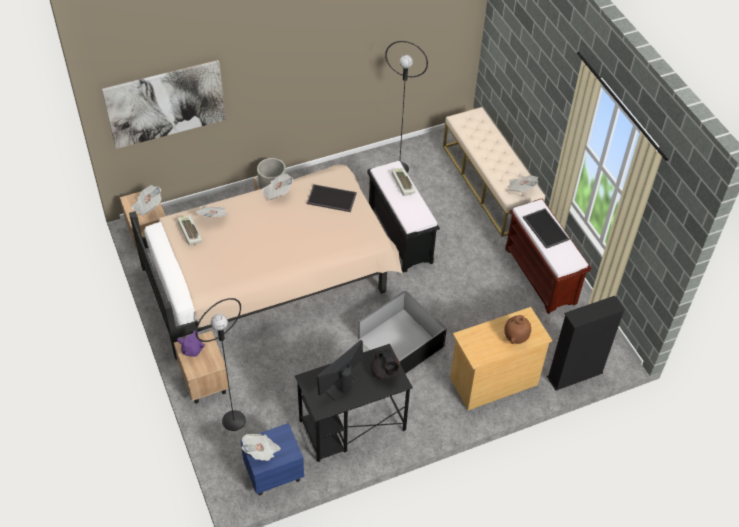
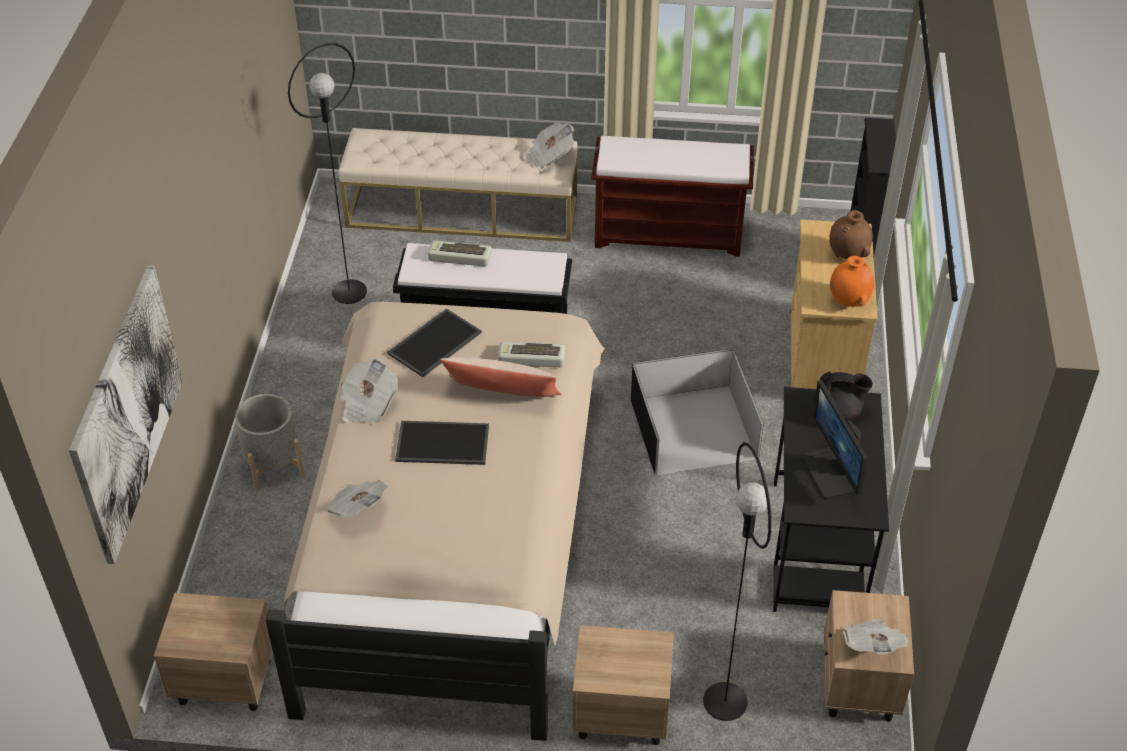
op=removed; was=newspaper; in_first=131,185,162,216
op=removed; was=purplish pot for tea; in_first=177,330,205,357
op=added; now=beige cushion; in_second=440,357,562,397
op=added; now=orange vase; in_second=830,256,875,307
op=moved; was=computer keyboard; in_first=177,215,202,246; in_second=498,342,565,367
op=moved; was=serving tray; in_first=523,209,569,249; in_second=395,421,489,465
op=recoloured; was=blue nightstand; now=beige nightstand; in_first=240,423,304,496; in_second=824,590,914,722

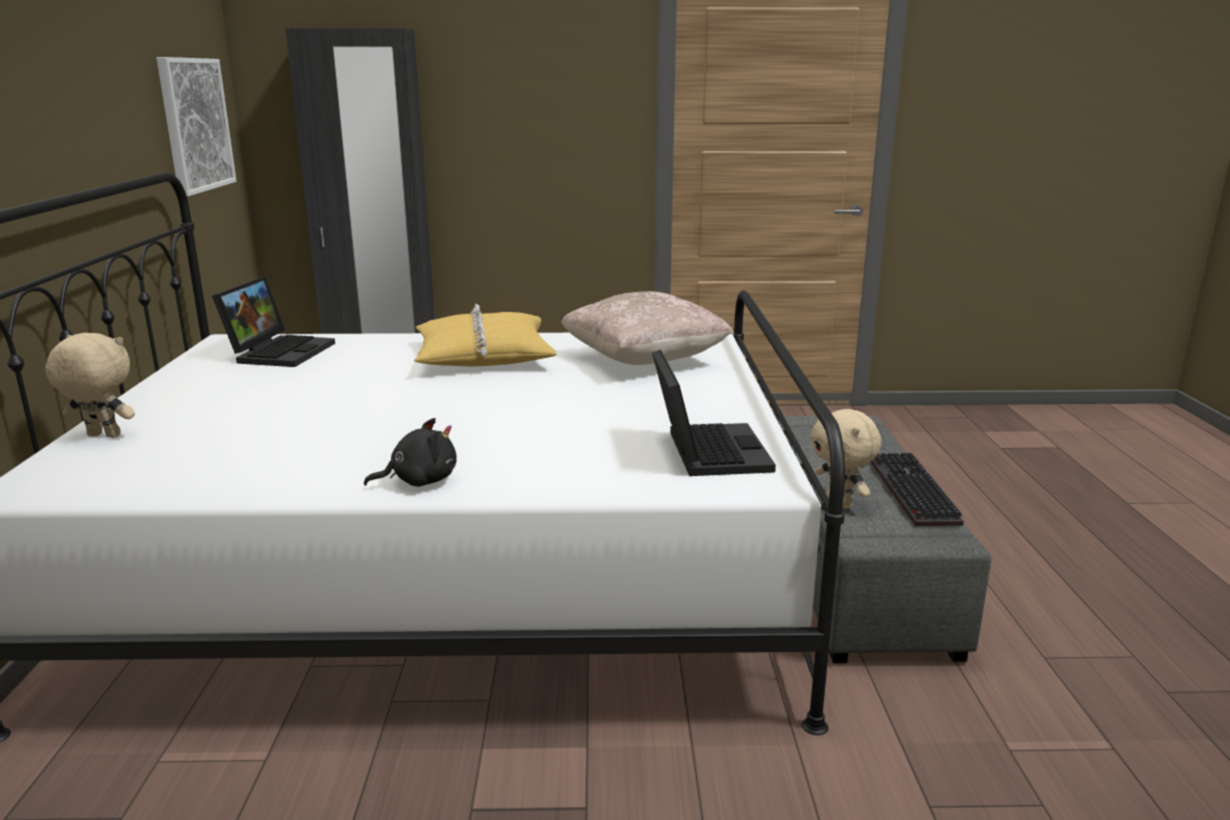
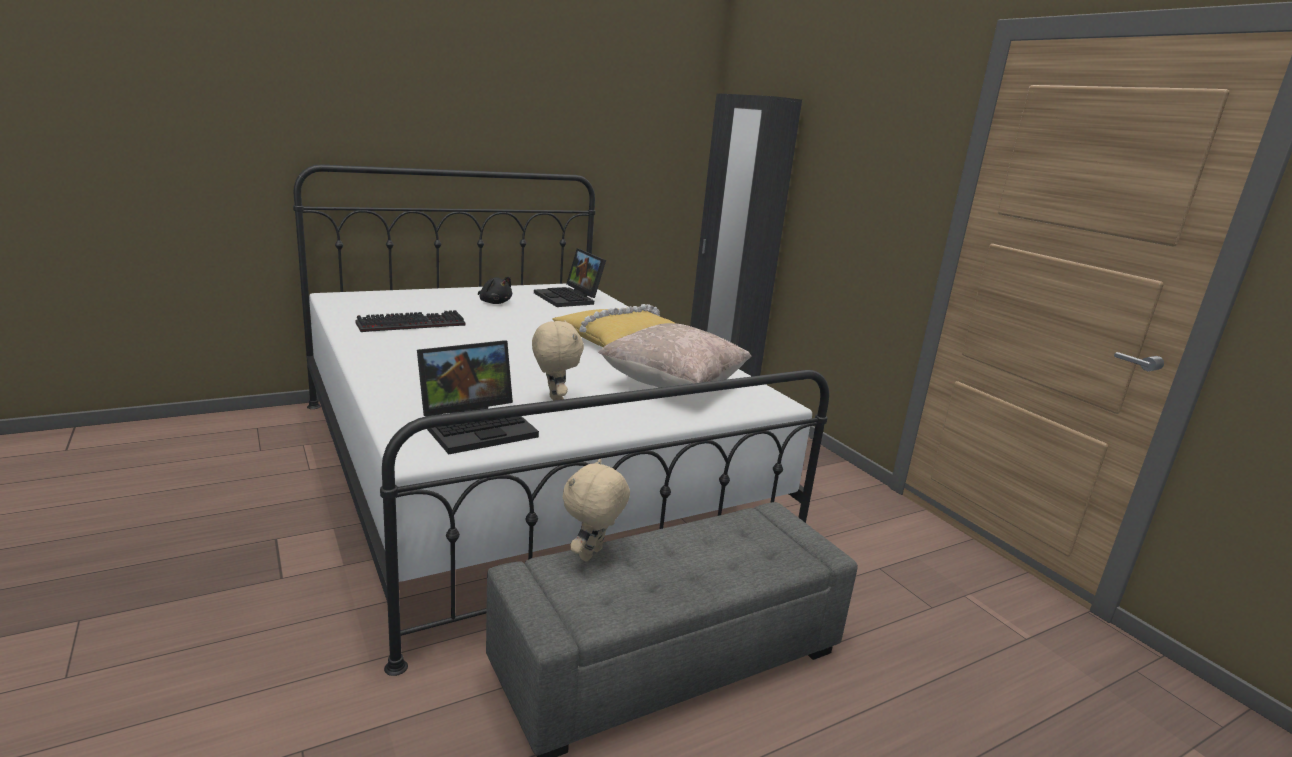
op=removed; was=wall art; in_first=157,57,236,196
op=moved; was=beige plush toy; in_first=45,333,135,438; in_second=532,320,584,401
op=moved; was=black plush toy; in_first=364,418,457,487; in_second=478,277,512,304
op=moved; was=computer keyboard; in_first=871,453,964,526; in_second=355,310,466,332
op=turned; was=portable computer; in_first=212,276,335,367; in_second=534,248,606,307; clockwise=75

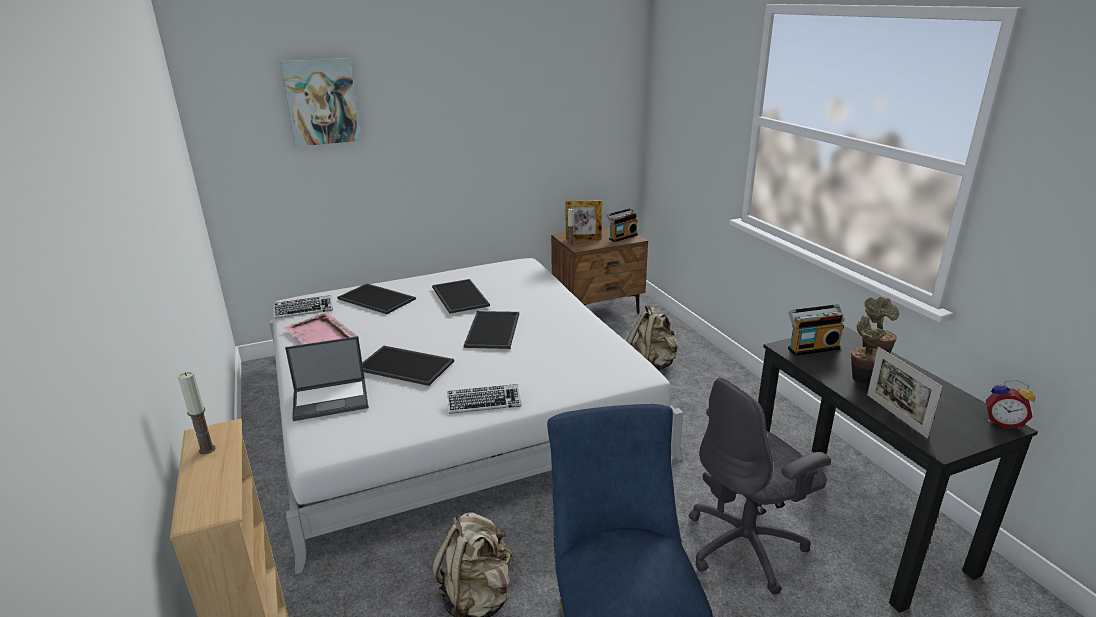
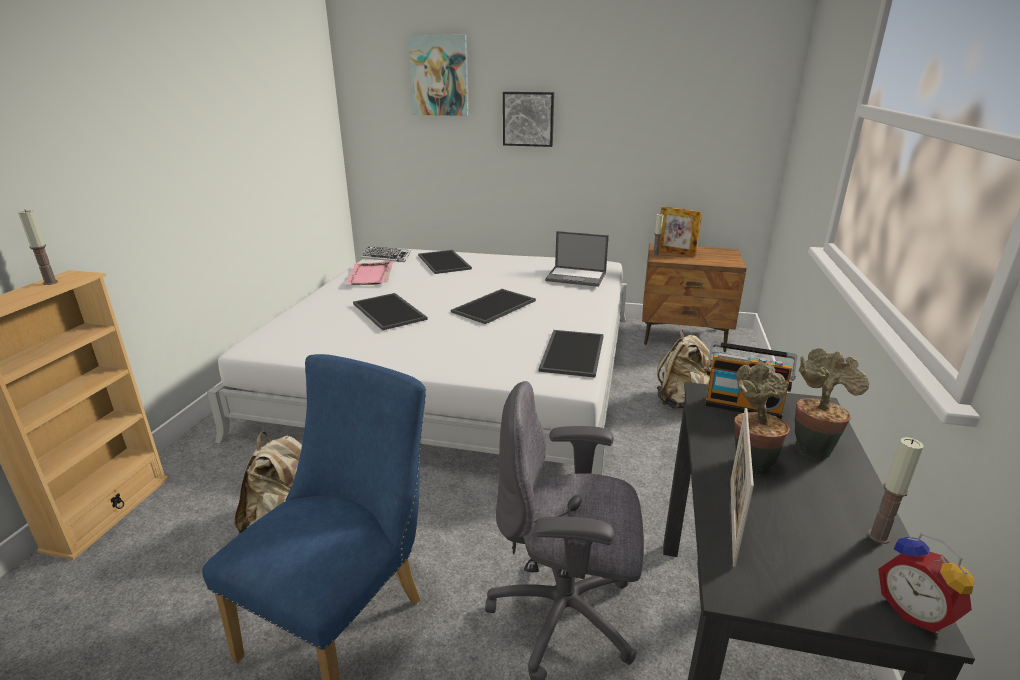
op=removed; was=computer keyboard; in_first=447,384,521,414
op=removed; was=radio receiver; in_first=607,208,638,242
op=added; now=wall art; in_second=503,92,554,147
op=added; now=wax candle; in_second=868,437,924,544
op=moved; was=portable computer; in_first=285,336,369,421; in_second=545,231,609,287
op=moved; was=serving tray; in_first=432,279,490,314; in_second=538,330,604,378

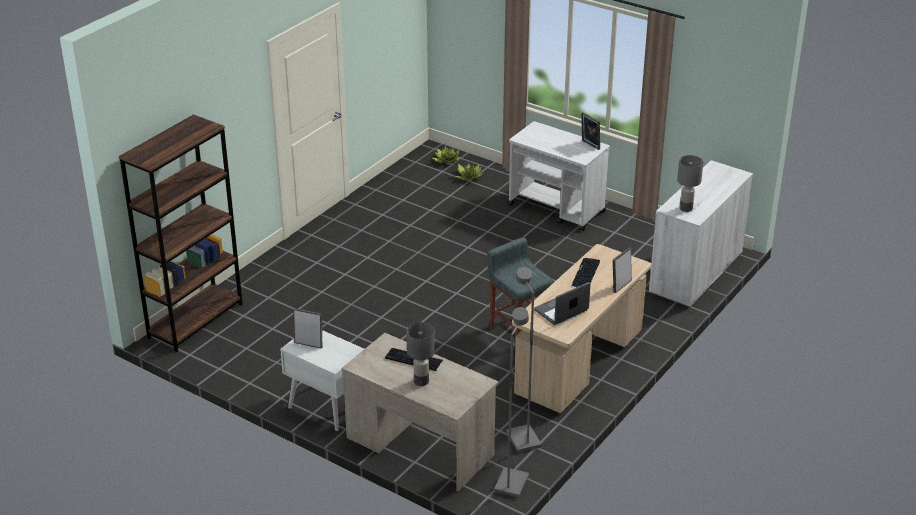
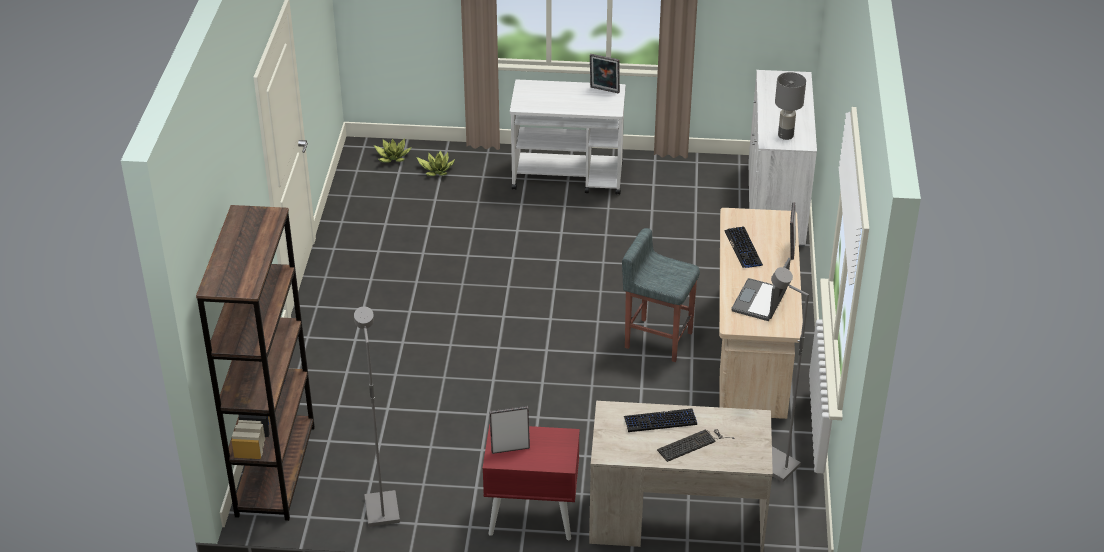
op=moved; was=gray standing lamp; in_first=494,307,529,498; in_second=354,307,400,527
op=replaced; was=gray lamp for a table; now=computer keyboard; in_first=406,322,435,386; in_second=657,429,735,462
op=recoloured; was=whitish nightstand; now=red nightstand; in_first=280,330,364,431; in_second=482,424,580,540

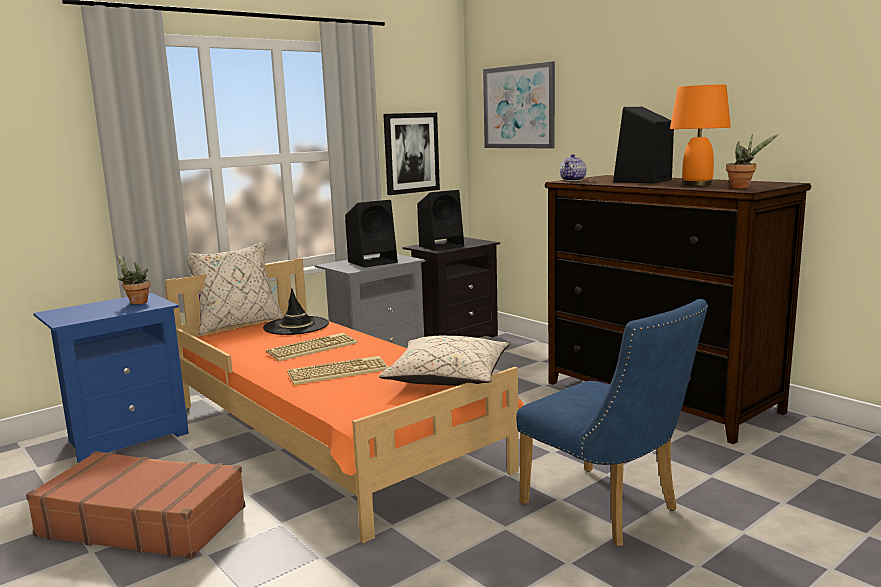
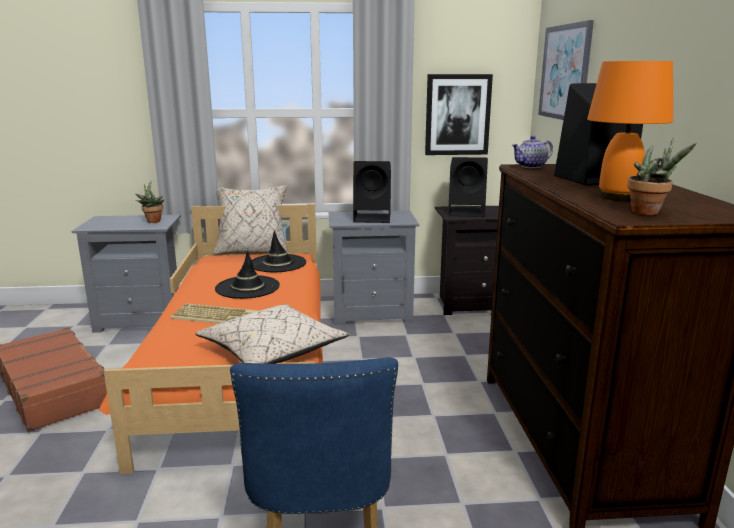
op=replaced; was=computer keyboard; now=black clothing hat; in_first=266,333,357,361; in_second=215,250,280,299
op=recoloured; was=blue nightstand; now=gray nightstand; in_first=33,293,189,463; in_second=71,215,181,333

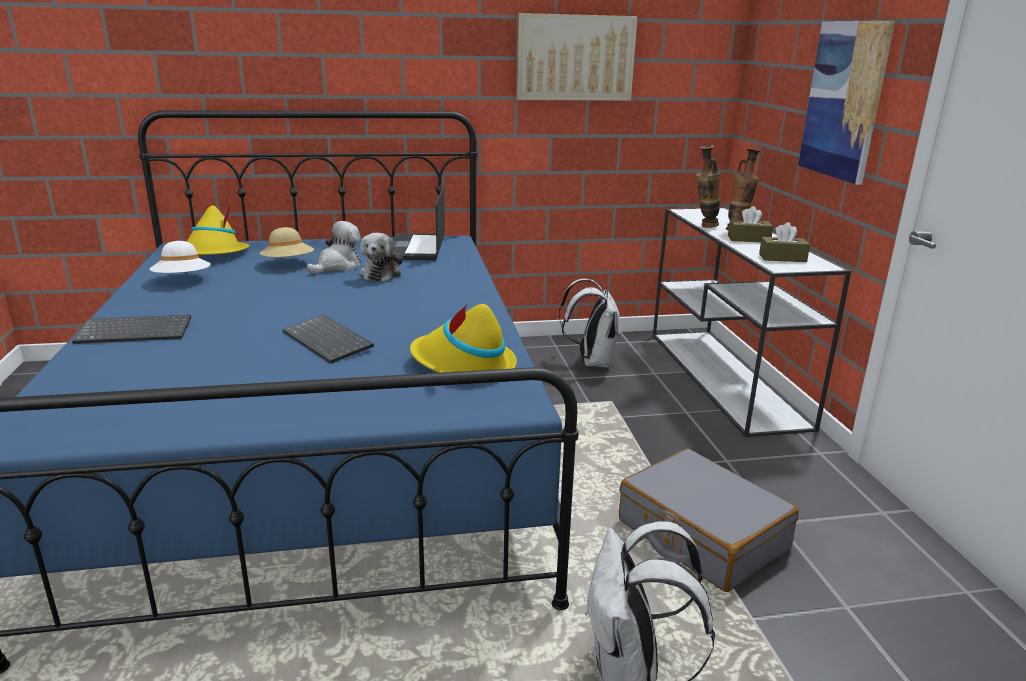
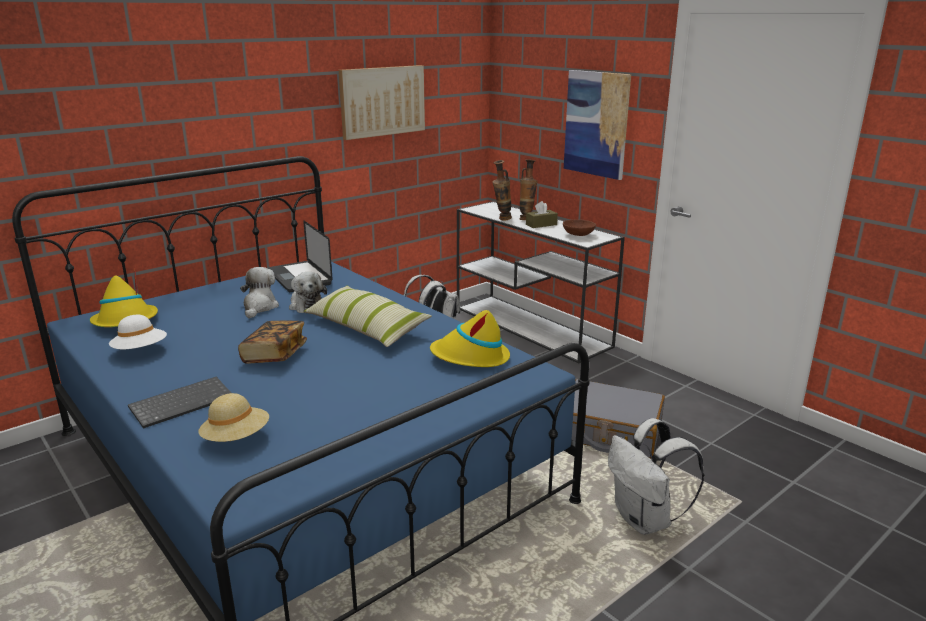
op=removed; was=computer keyboard; in_first=282,315,374,364
op=added; now=bound book; in_second=238,321,307,364
op=added; now=cushion; in_second=304,286,432,347
op=moved; was=beige clothing hat; in_first=260,227,314,258; in_second=198,393,269,442
op=replaced; was=brown-coloured box of tissues; now=brown-coloured bowl; in_first=759,222,810,262; in_second=563,219,596,236

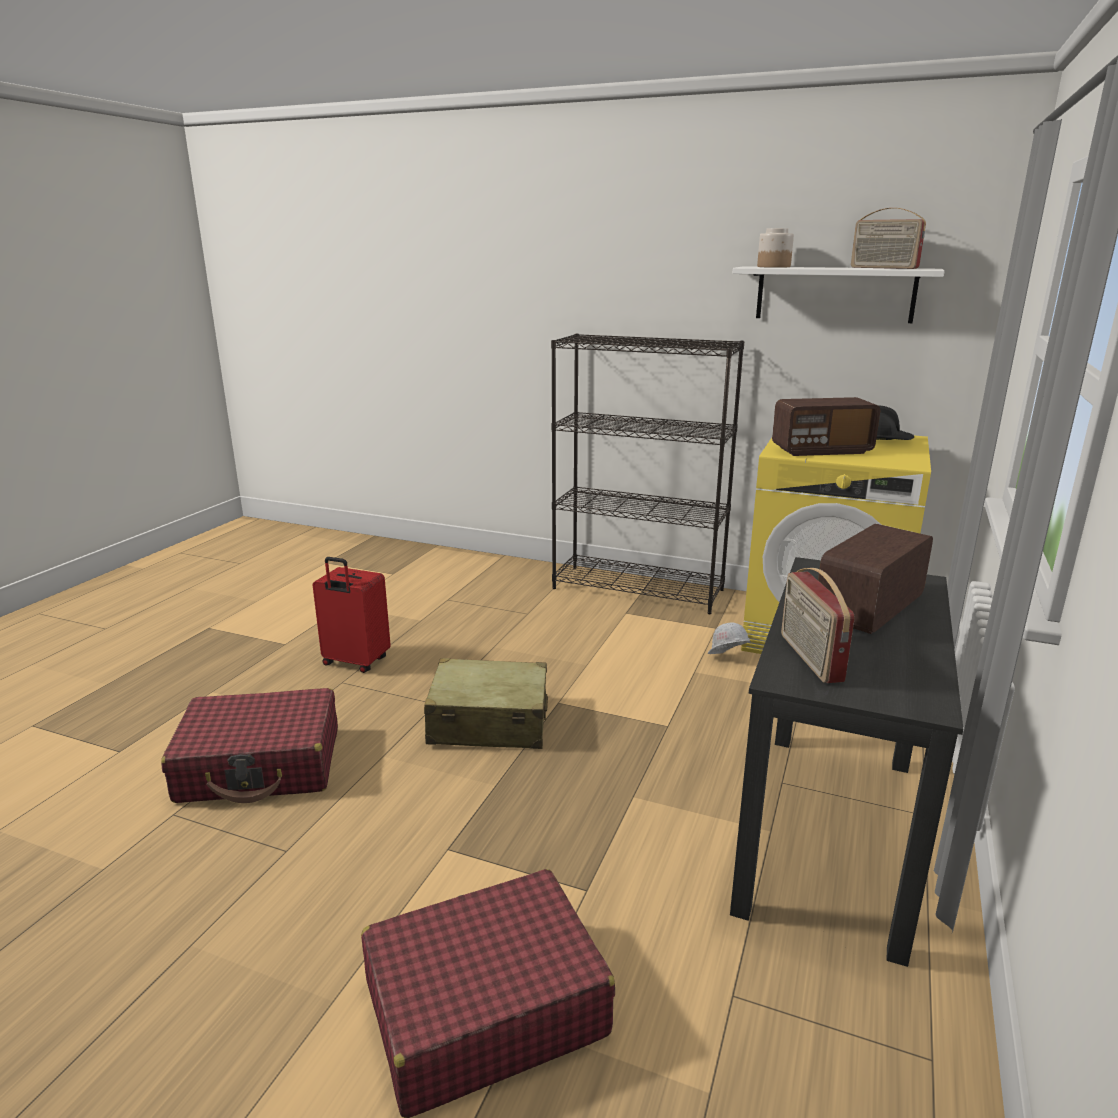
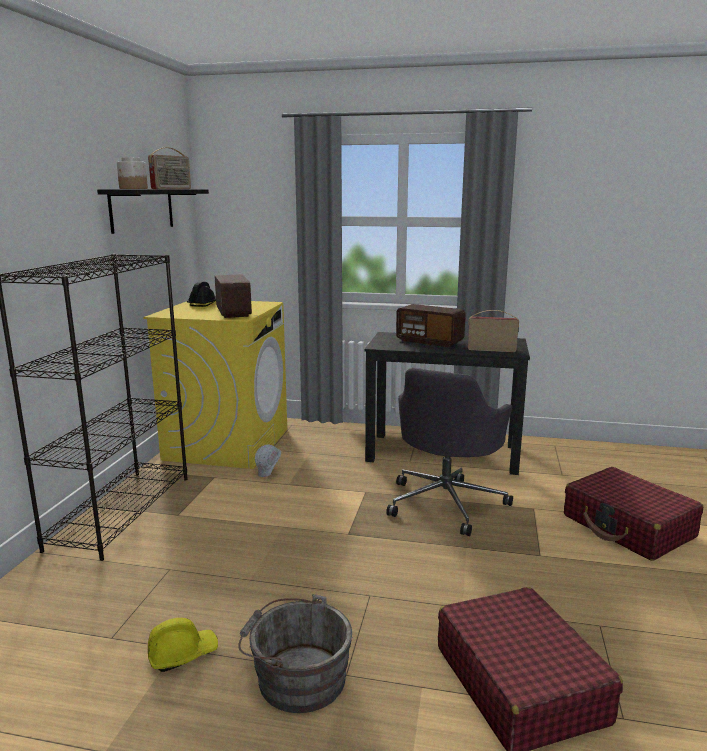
op=removed; was=beige suitcase; in_first=424,658,548,749
op=added; now=yellowish hard hat; in_second=148,618,218,672
op=added; now=gray computer chair; in_second=386,368,513,536
op=replaced; was=red suitcase; now=gray pail; in_first=313,557,391,673; in_second=238,594,353,713
op=recoloured; was=whitish shelf; now=black shelf; in_first=732,266,945,323; in_second=97,189,209,234
op=turned; was=radio receiver; in_first=781,568,855,683; in_second=468,310,519,352; clockwise=-150

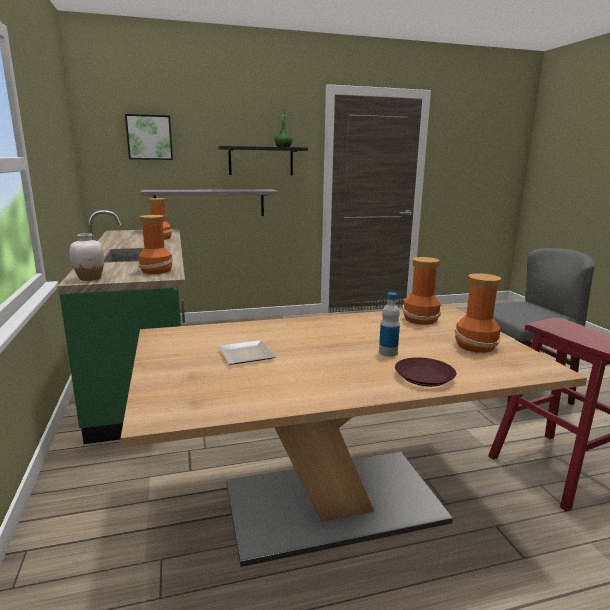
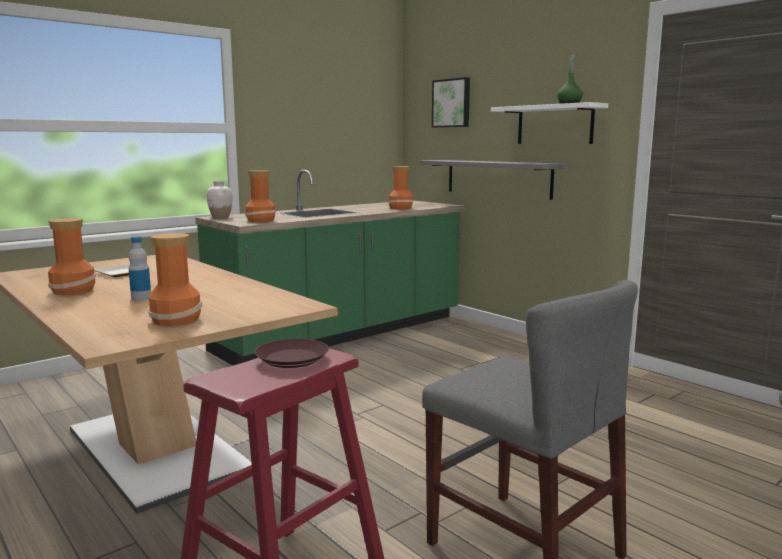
op=moved; was=brown-coloured plate; in_first=395,357,456,387; in_second=255,339,329,368
op=moved; was=vase; in_first=402,257,441,325; in_second=48,218,96,295
op=recoloured; was=black shelf; now=whitish shelf; in_first=218,146,308,175; in_second=491,102,608,144

